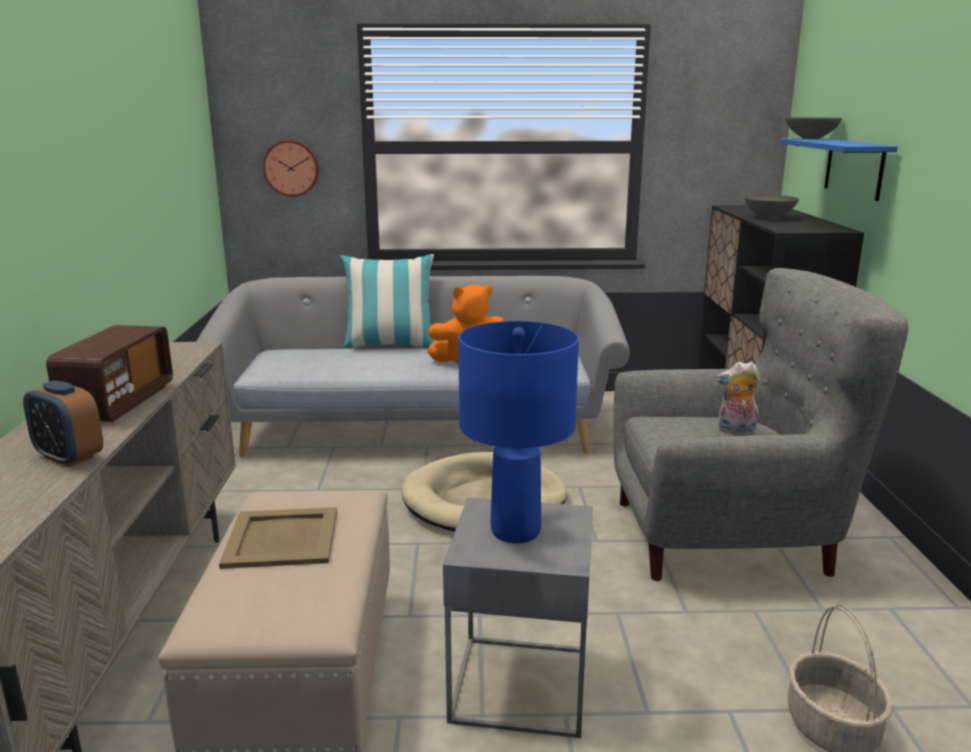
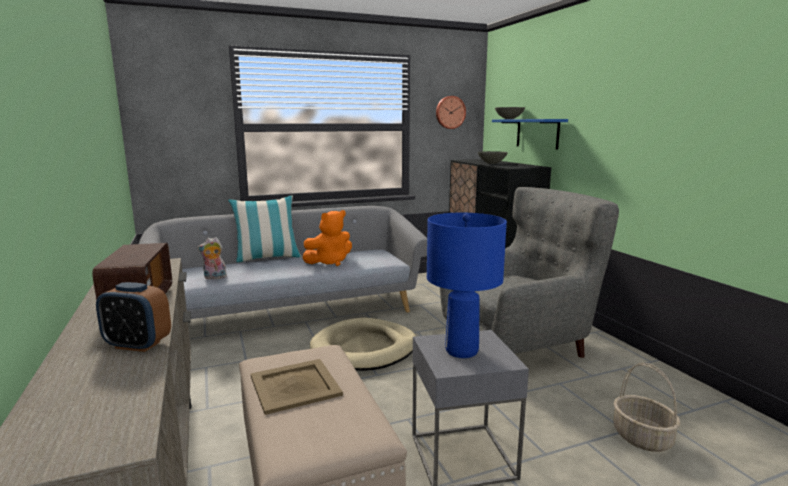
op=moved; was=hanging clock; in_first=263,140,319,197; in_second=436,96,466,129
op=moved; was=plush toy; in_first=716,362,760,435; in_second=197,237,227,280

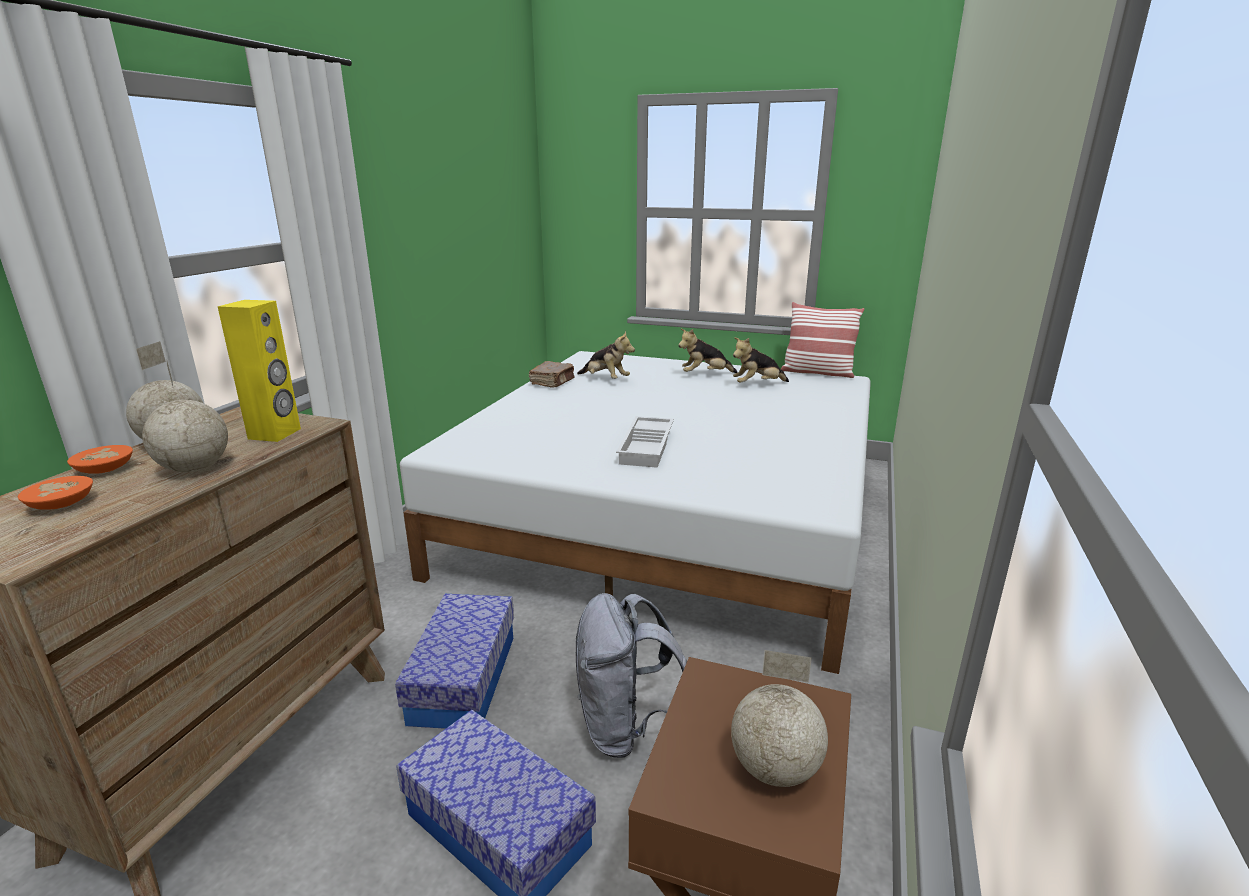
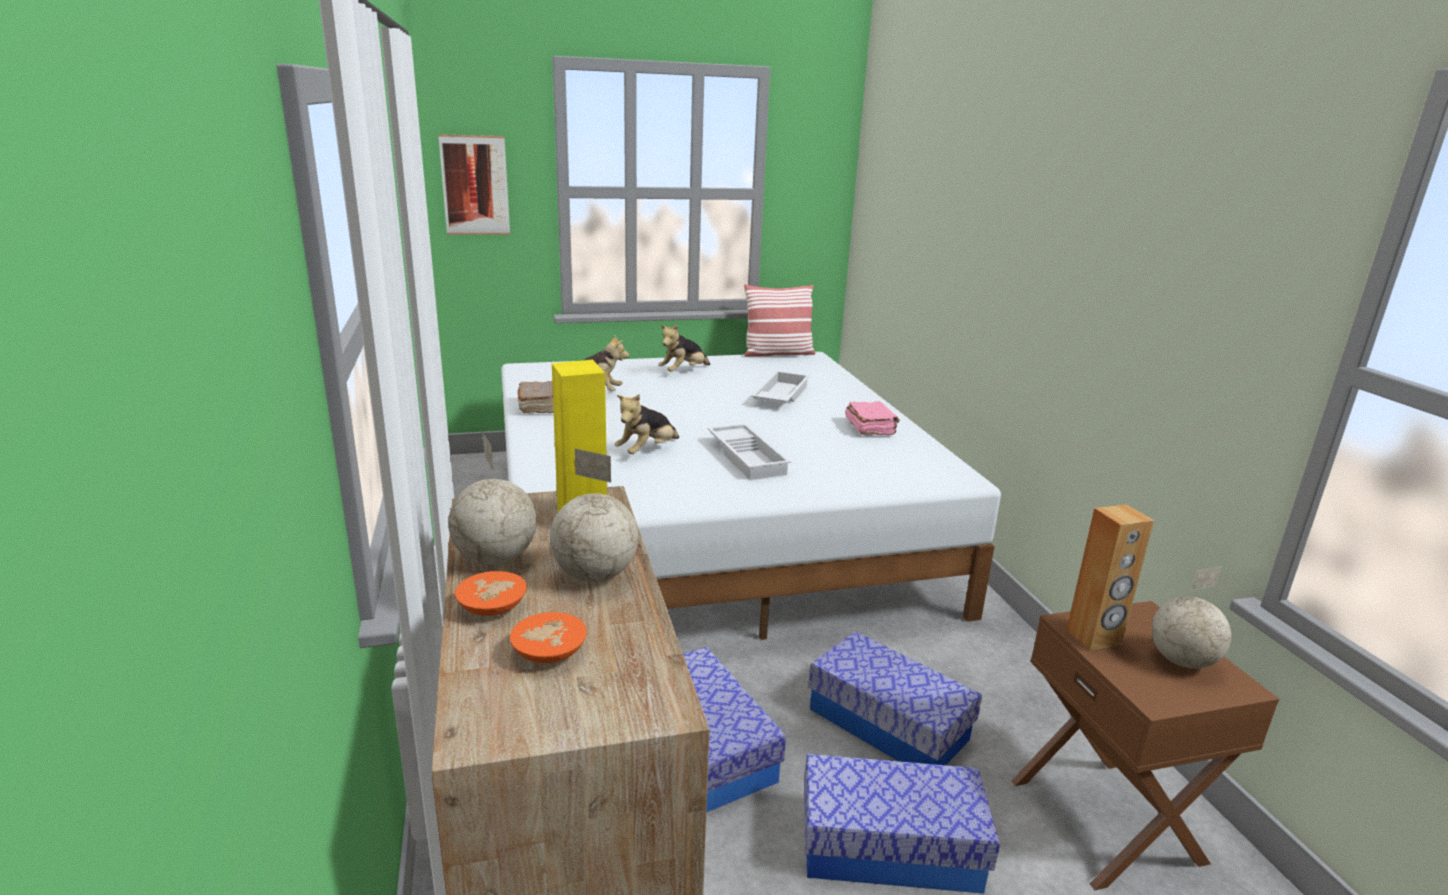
op=added; now=wall art; in_second=438,134,510,235
op=added; now=whitish serving tray; in_second=751,371,810,404
op=added; now=pinkish bound book; in_second=845,401,900,435
op=added; now=brown-coloured loudspeaker; in_second=1067,504,1154,650
op=moved; was=plush toy; in_first=733,337,789,383; in_second=614,394,679,454
op=replaced; was=gray knapsack; now=storage bin; in_first=576,593,687,758; in_second=808,631,982,765

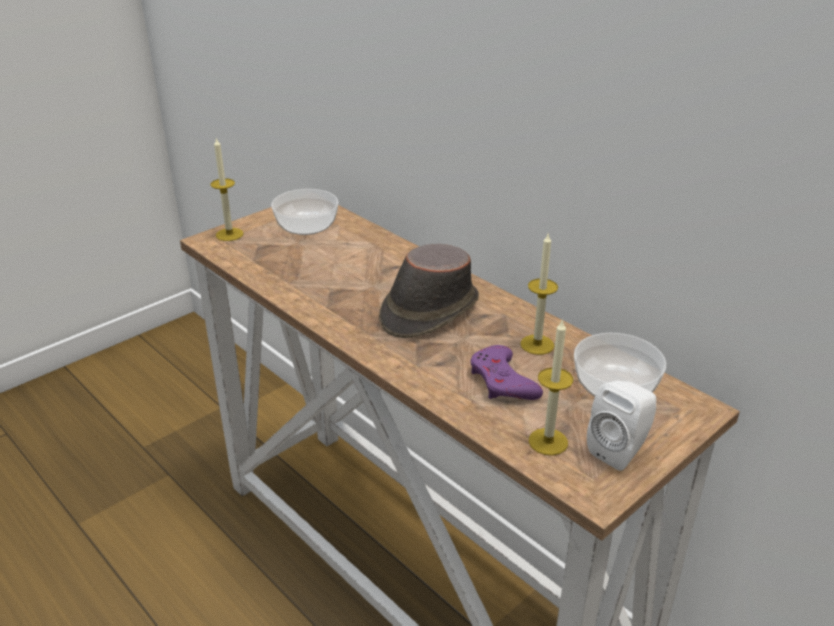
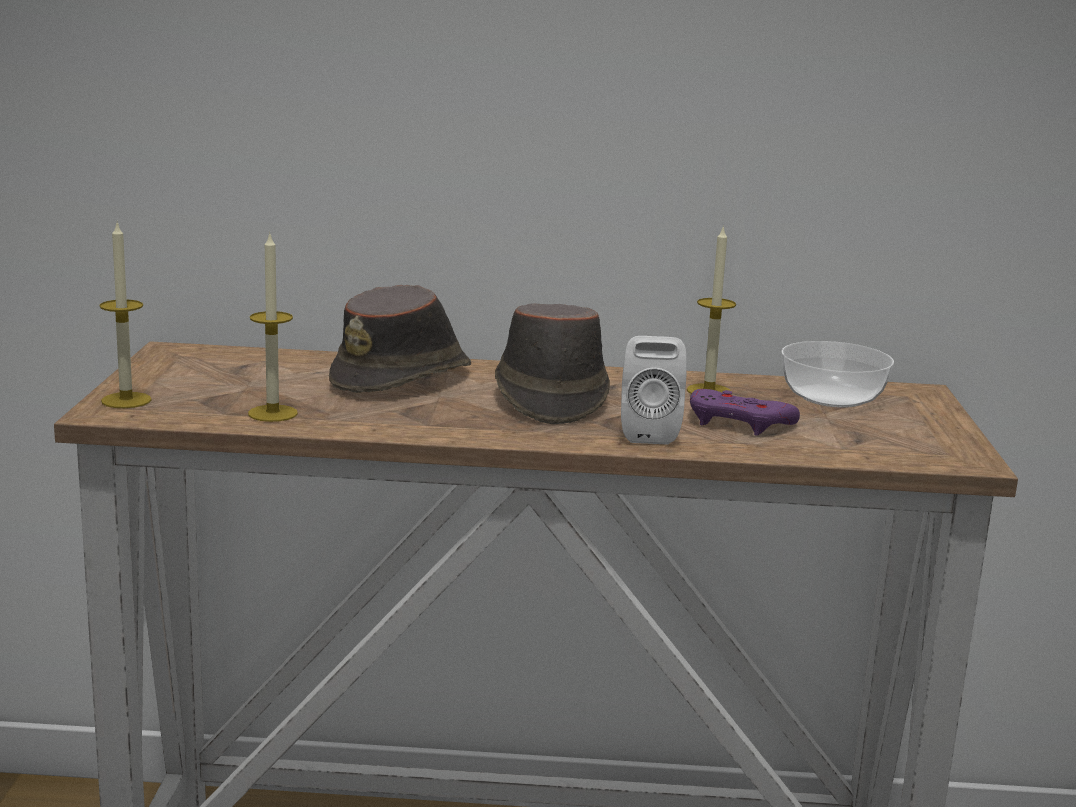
op=removed; was=bowl; in_first=271,189,338,235
op=added; now=brown-coloured clothing hat; in_second=329,285,471,393
op=moved; was=wax candle; in_first=529,319,573,455; in_second=248,232,298,422
op=moved; was=whitish loudspeaker; in_first=587,380,656,471; in_second=621,336,687,445

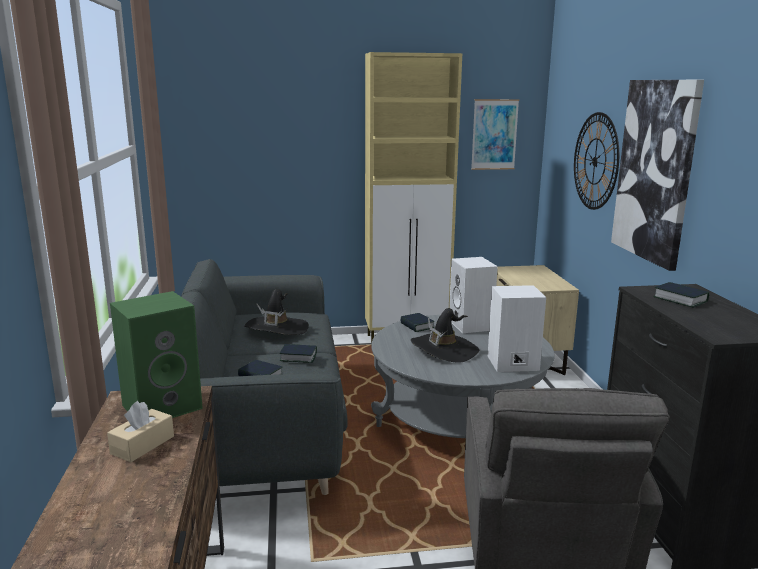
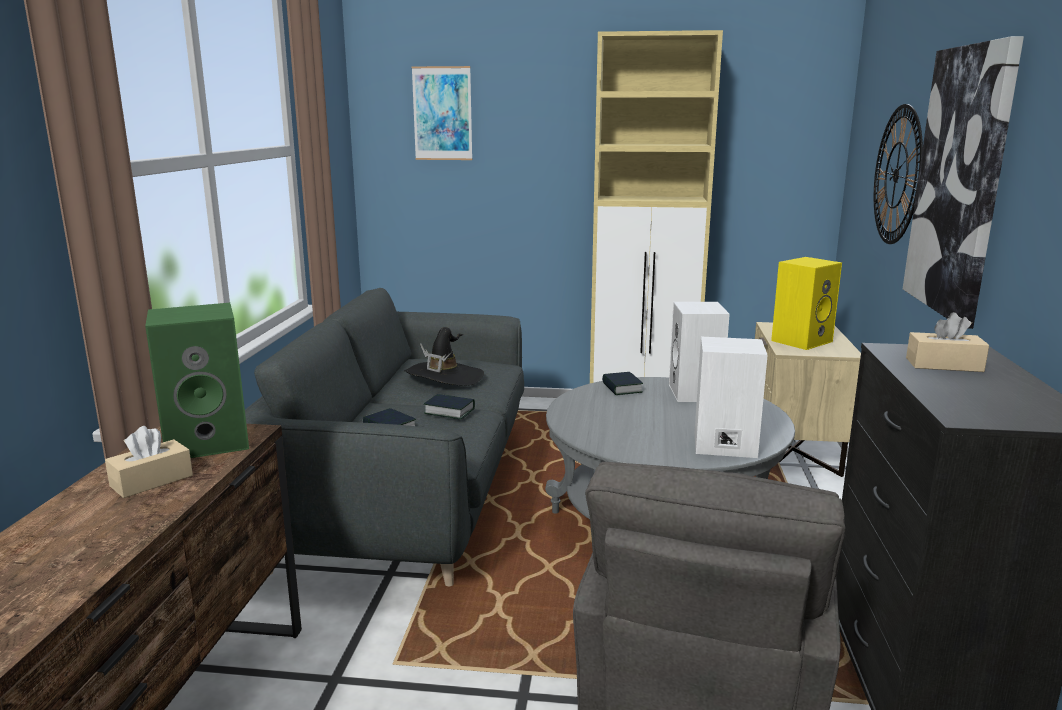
op=removed; was=black clothing hat; in_first=411,308,479,363
op=added; now=yellowish loudspeaker; in_second=771,257,842,350
op=moved; was=wall art; in_first=471,99,519,170; in_second=411,66,473,160
op=replaced; was=bound book; now=beige box of tissues; in_first=653,282,709,308; in_second=906,312,989,372

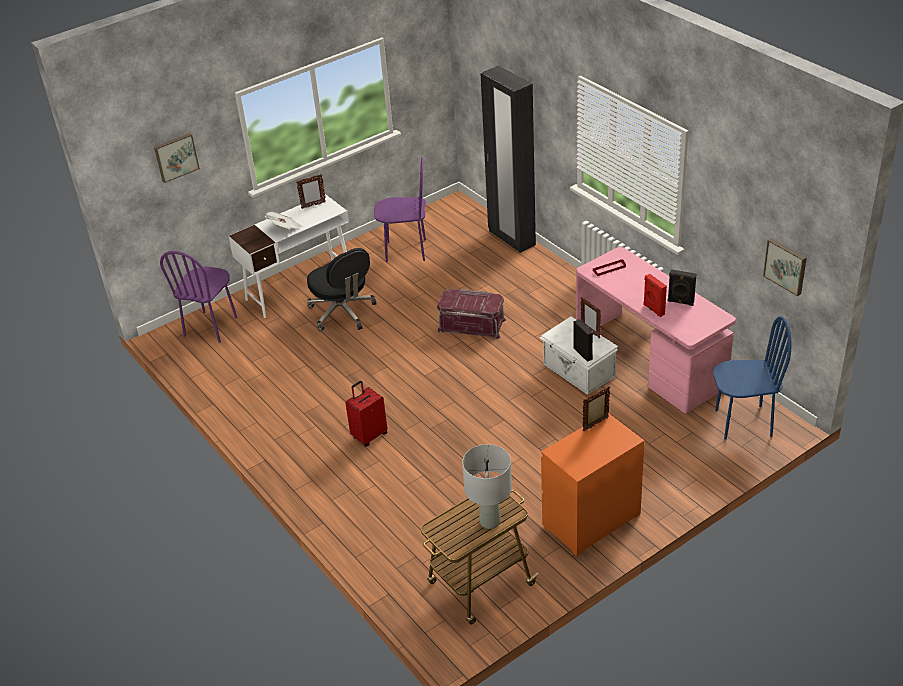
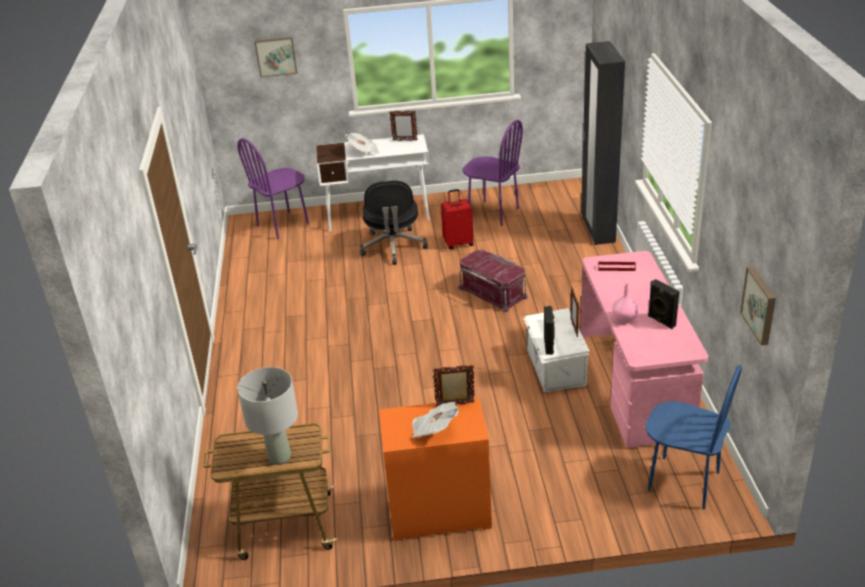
op=added; now=newspaper; in_second=412,402,459,438
op=moved; was=red suitcase; in_first=345,381,388,446; in_second=441,189,474,250
op=replaced; was=red loudspeaker; now=pinkish vase; in_first=643,274,667,317; in_second=612,284,638,323

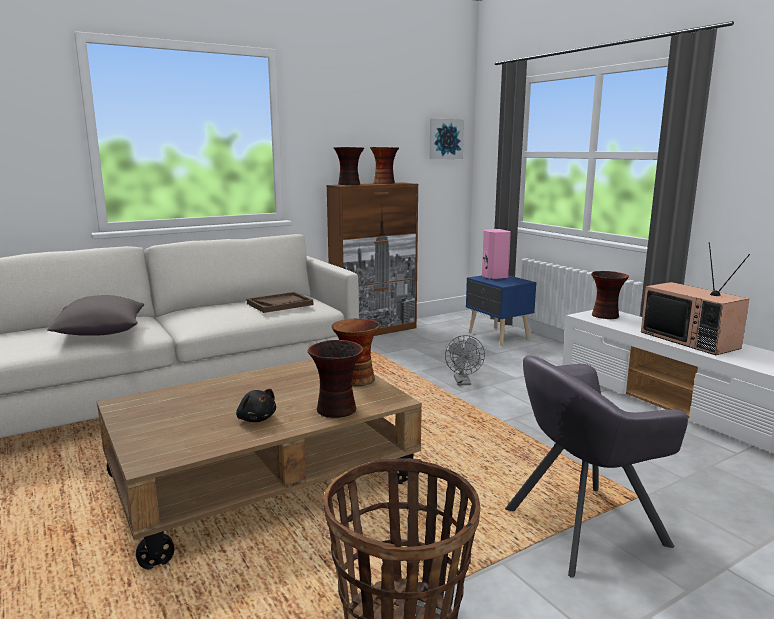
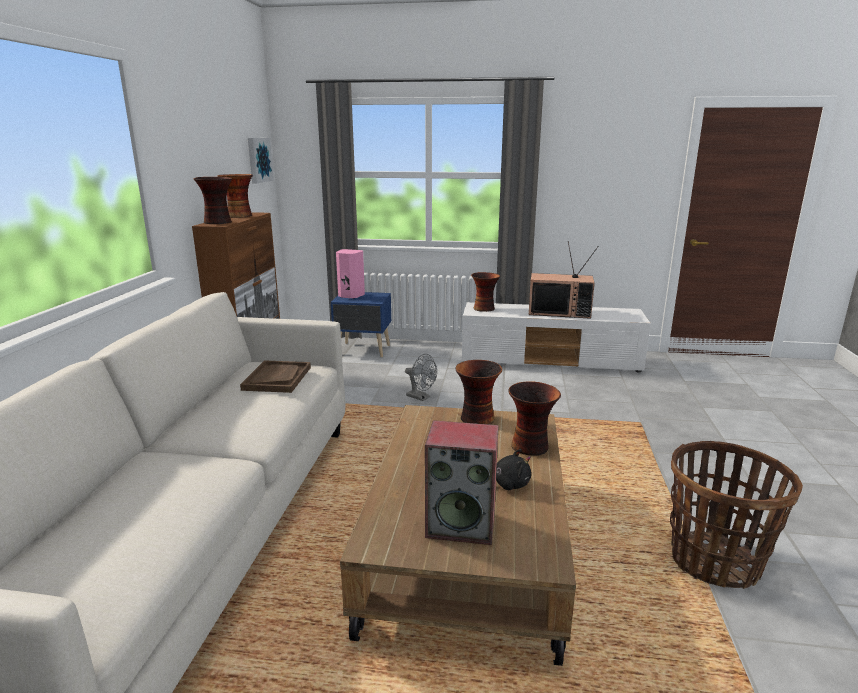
op=removed; was=gray cushion; in_first=47,295,144,336
op=removed; was=gray easy chair; in_first=505,356,688,577
op=added; now=loudspeaker; in_second=425,420,499,545

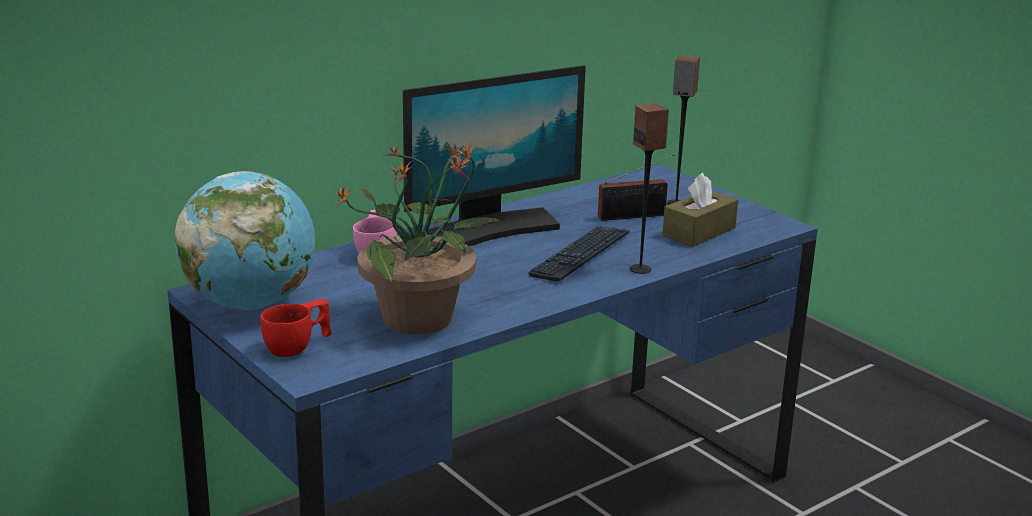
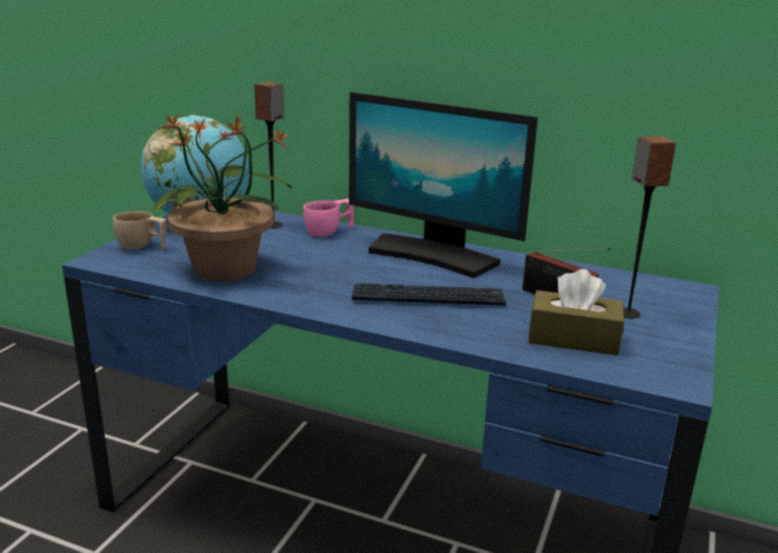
op=moved; was=loudspeaker; in_first=630,103,669,274; in_second=254,82,284,229
op=recoloured; was=red cup; now=beige cup; in_first=260,299,331,357; in_second=113,211,166,250

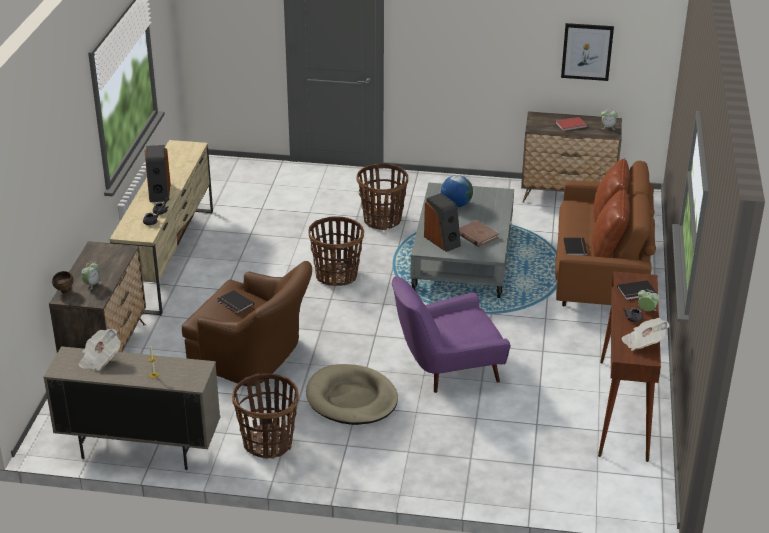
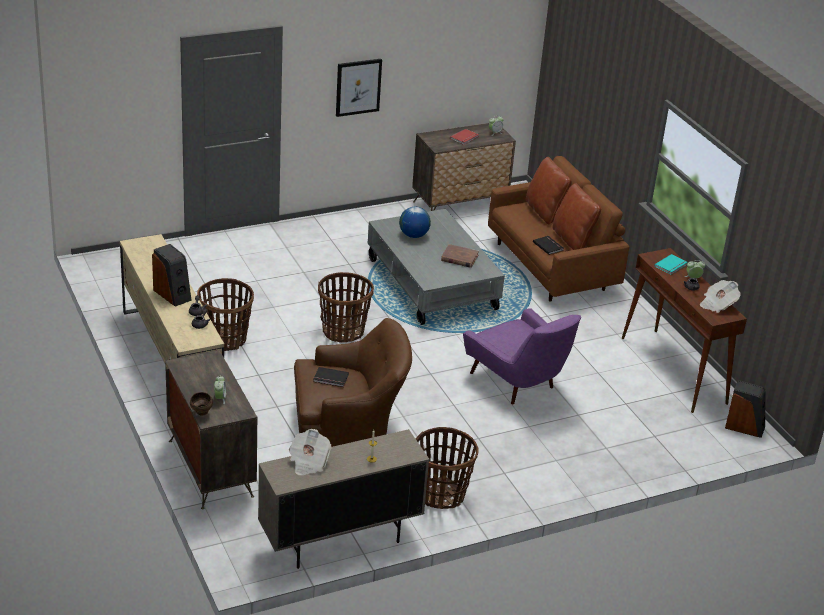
op=removed; was=beige dog bed; in_first=306,364,398,425
op=moved; was=storage basket; in_first=357,164,408,230; in_second=197,278,254,351
op=moved; was=loudspeaker; in_first=424,193,461,252; in_second=725,380,766,438
op=moved; was=wall art; in_first=561,23,614,81; in_second=336,59,382,117
op=recoloured; was=black bound book; now=blue-green bound book; in_first=617,280,657,300; in_second=654,254,688,275
op=turned; was=purplish easy chair; in_first=392,276,511,393; in_second=463,308,581,404; clockwise=-75

